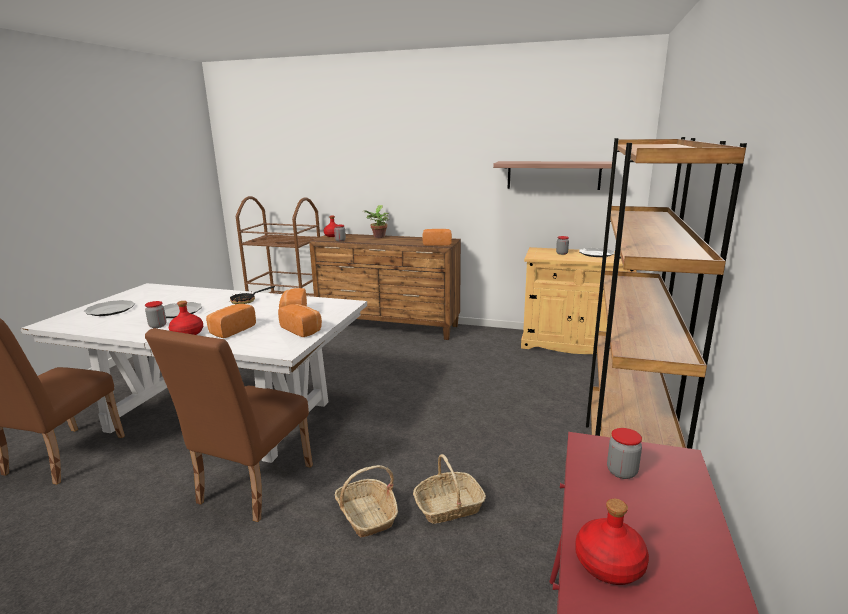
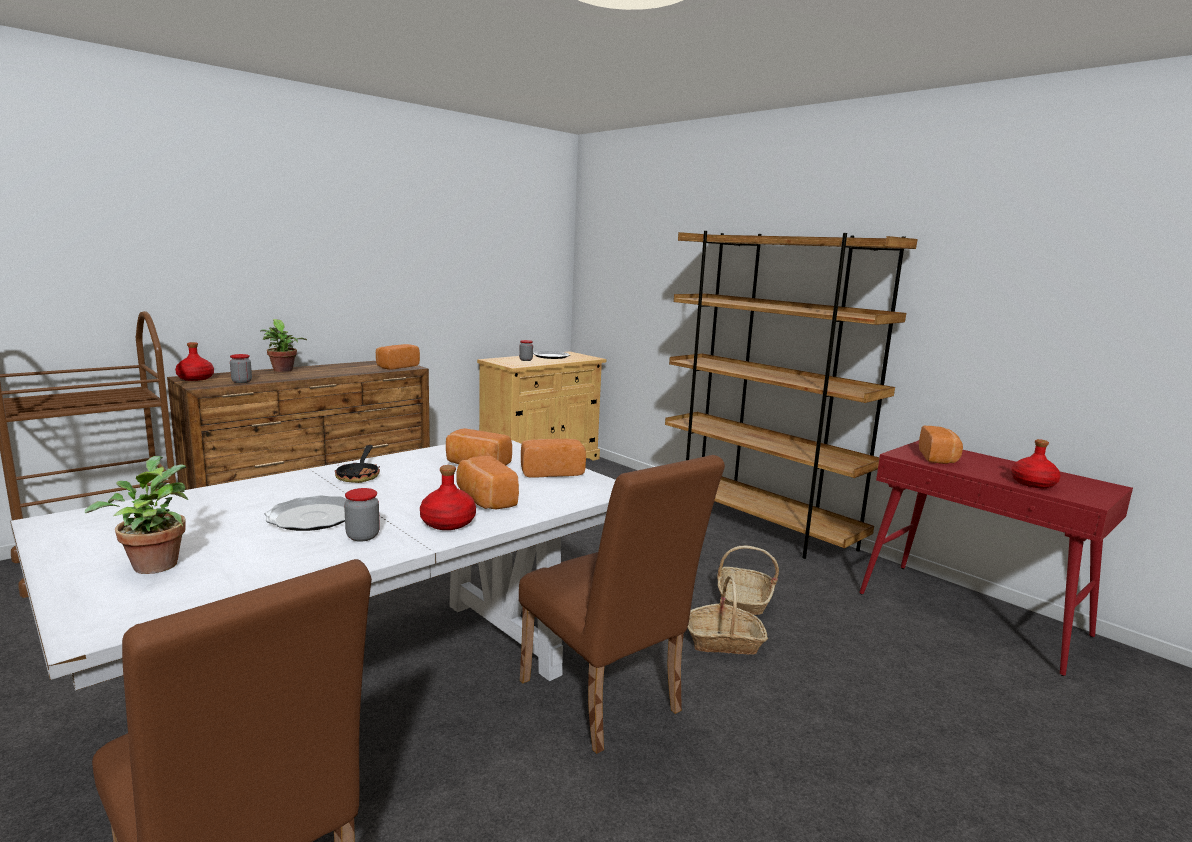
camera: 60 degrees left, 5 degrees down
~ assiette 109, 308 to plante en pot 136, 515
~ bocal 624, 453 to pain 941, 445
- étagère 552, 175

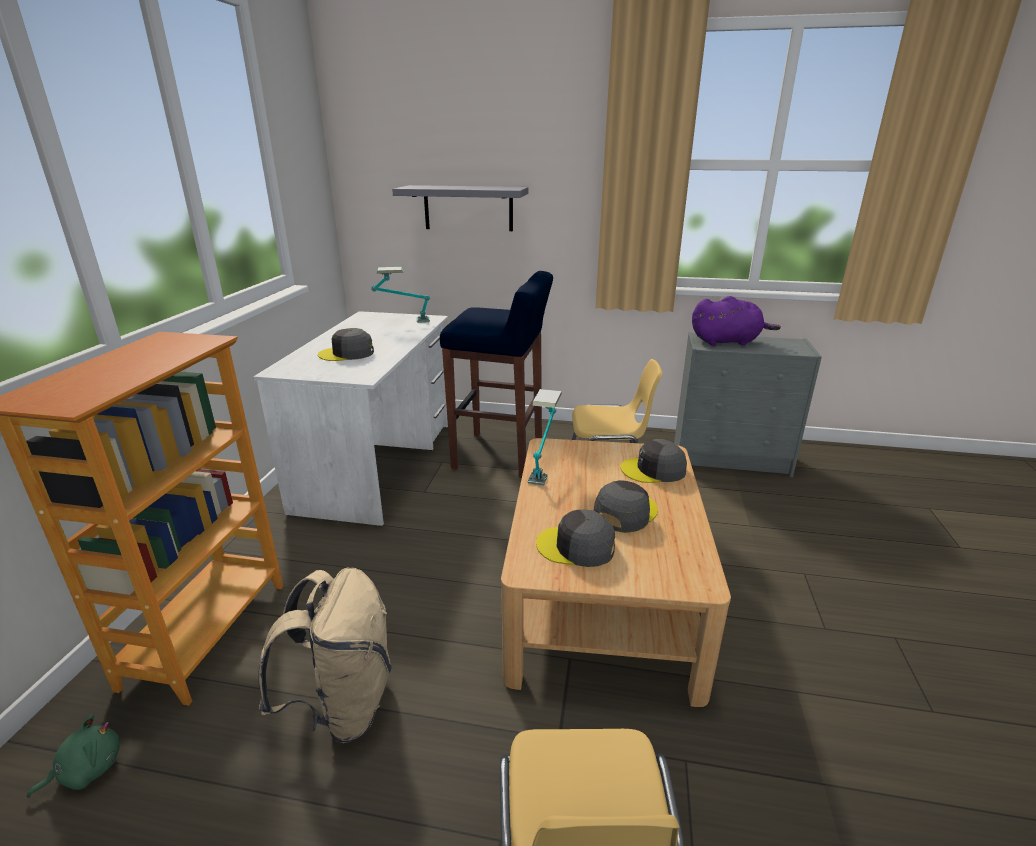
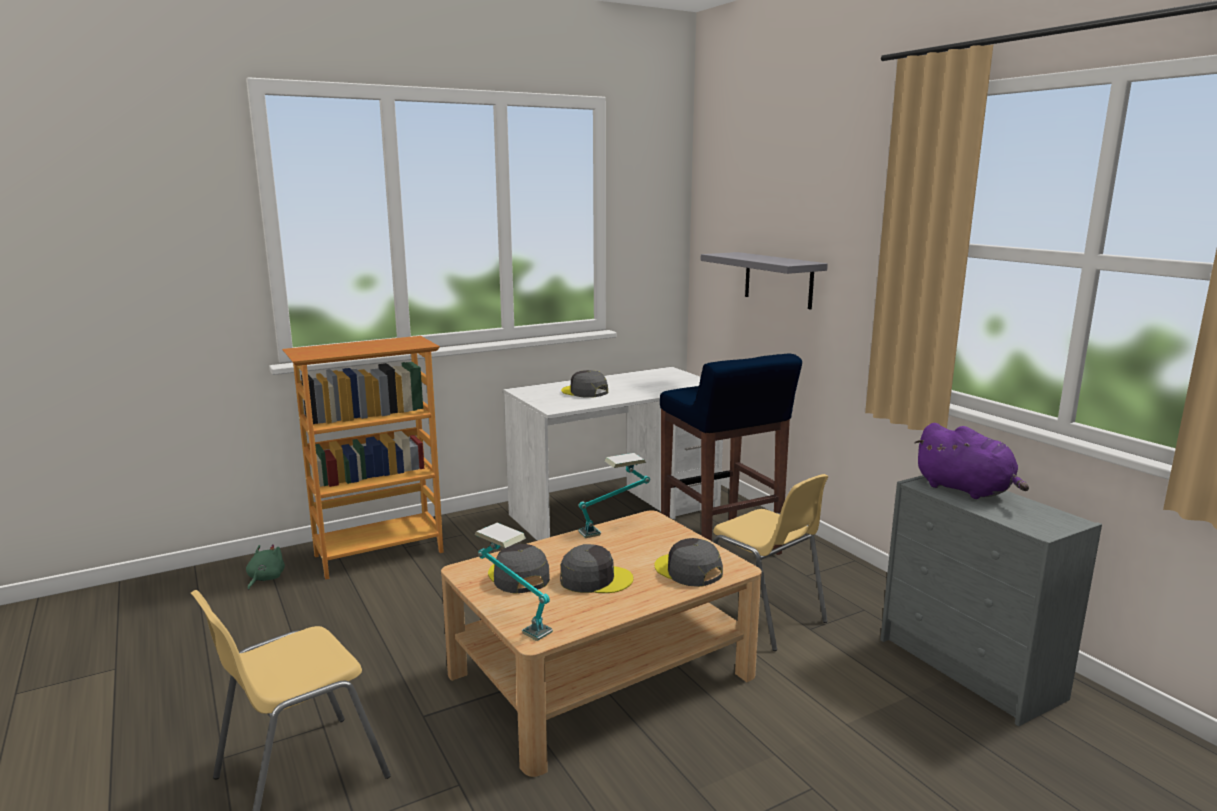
camera: 50 degrees right, 10 degrees down
~ peluche (vert) 73, 756 = 265, 567 90 degrees counterclockwise
~ lampe de table 400, 295 to 514, 582
- sac à dos (beige) 325, 655

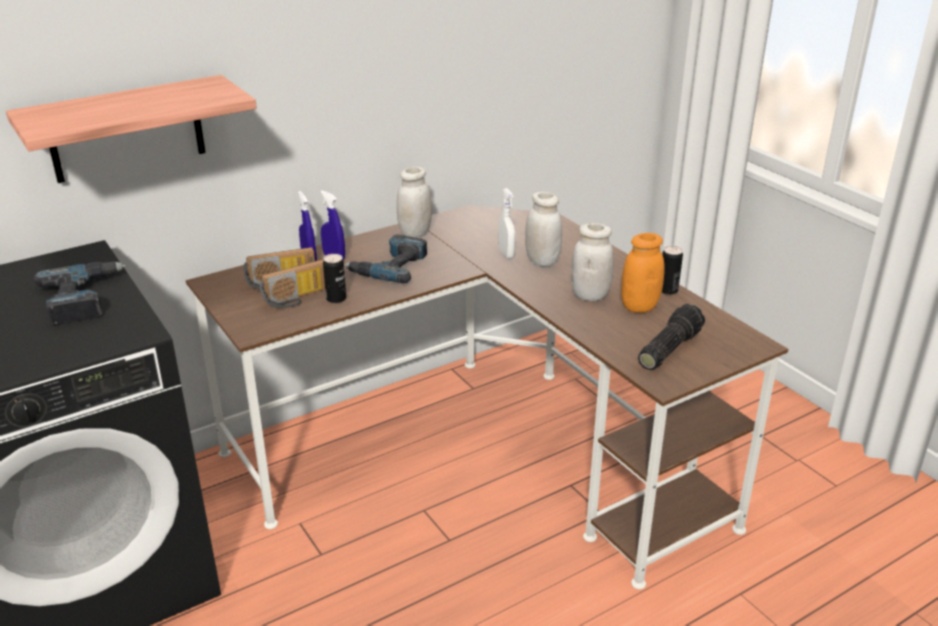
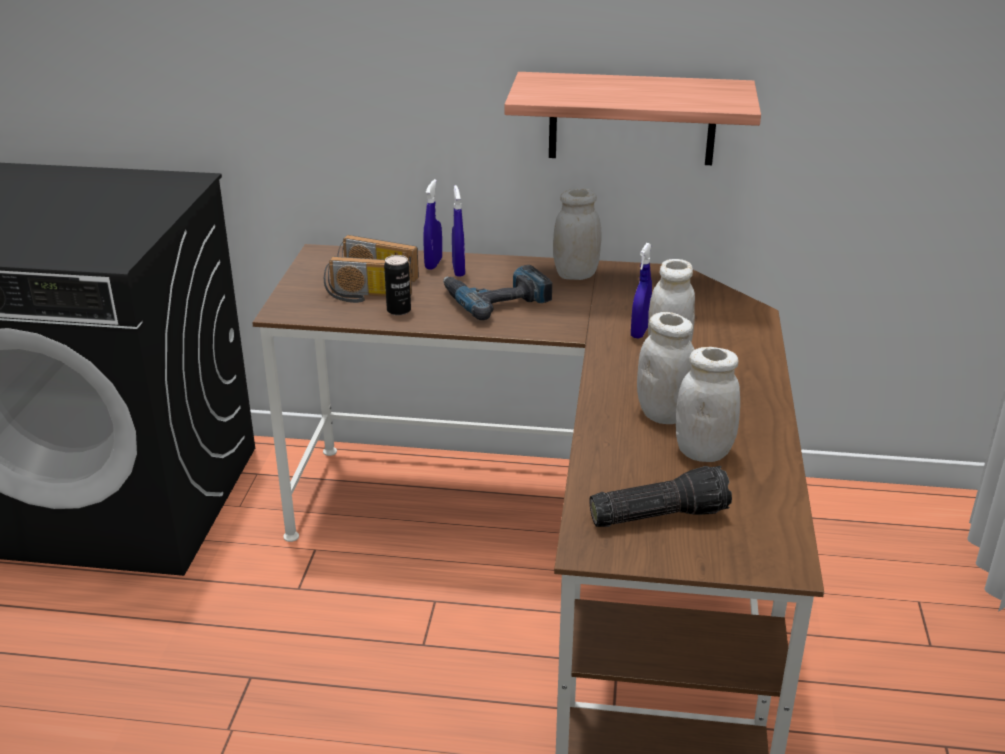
camera: 40 degrees right, 0 degrees up
~ étagère 131, 129 to 632, 118
~ vaporisateur (blanc) 507, 223 to vaporisateur (bleu) 641, 290
~ bocal (orange) 643, 273 to bocal (blanc) 708, 404
- perceuse 80, 293
- boîte métallique 672, 270

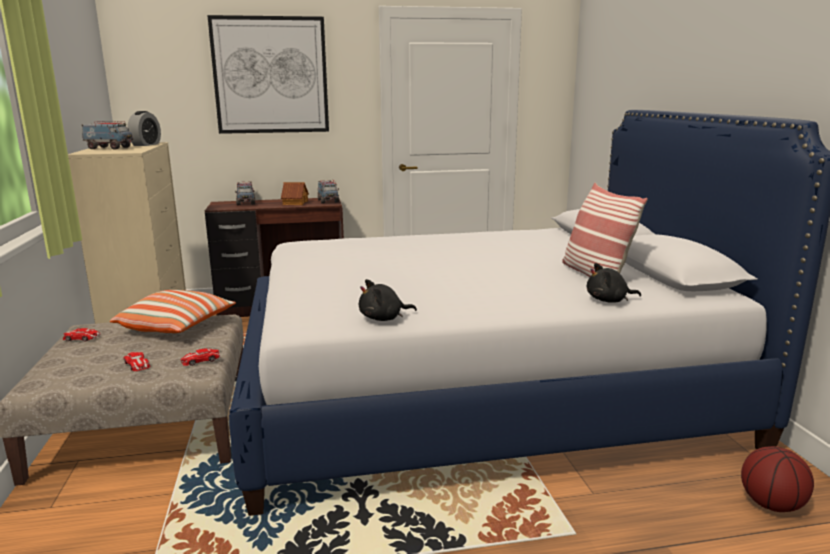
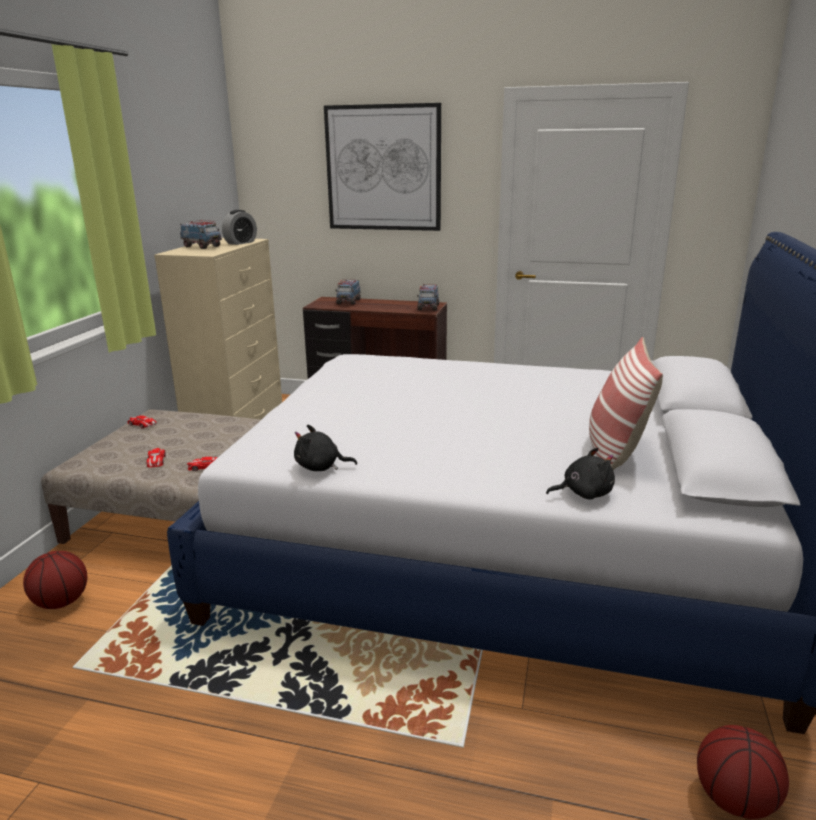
camera: 25 degrees right, 5 degrees up
+ ballon de basket 55, 580
~ peluche (noir) 614, 283 = 580, 473 150 degrees clockwise
- coussin 173, 311
- maison miniature 295, 193

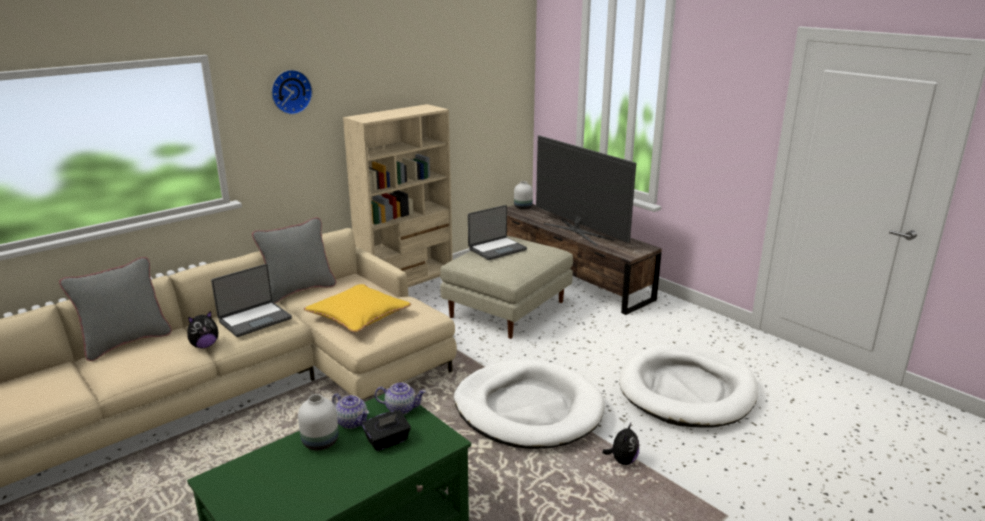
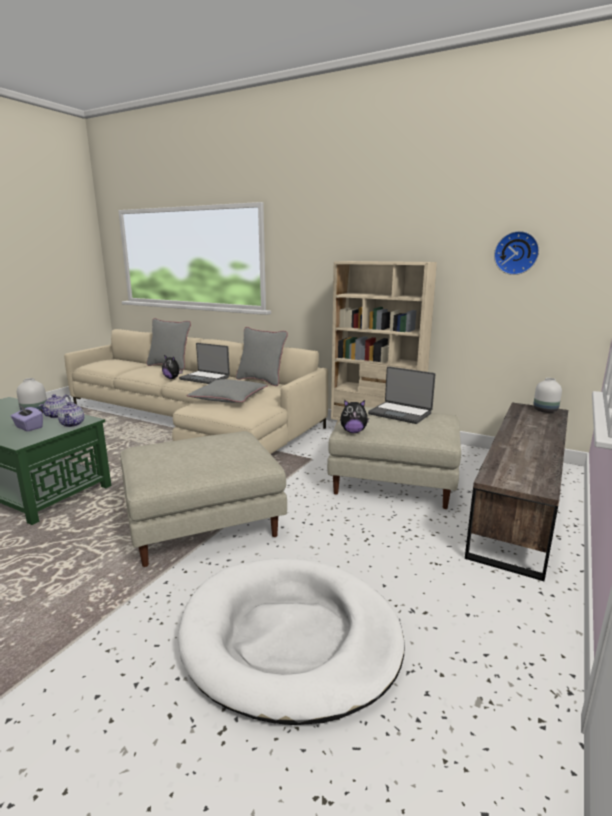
camera: 70 degrees right, 5 degrees down
~ boîte à mouchoirs (noir) 386, 430 to boîte à mouchoirs (violet) 26, 418
~ panier pour chien (blanc) 529, 404 to pouf (beige) 203, 499
~ coussin (jaune) 357, 308 to coussin (gris) 227, 391
~ peluche 620, 444 to 354, 416
~ horloge murale 292, 92 to 516, 253
- téléviseur 586, 190

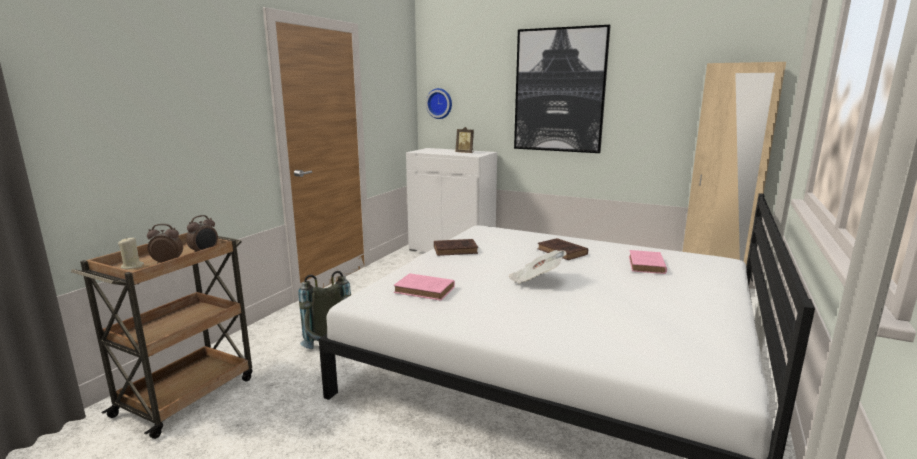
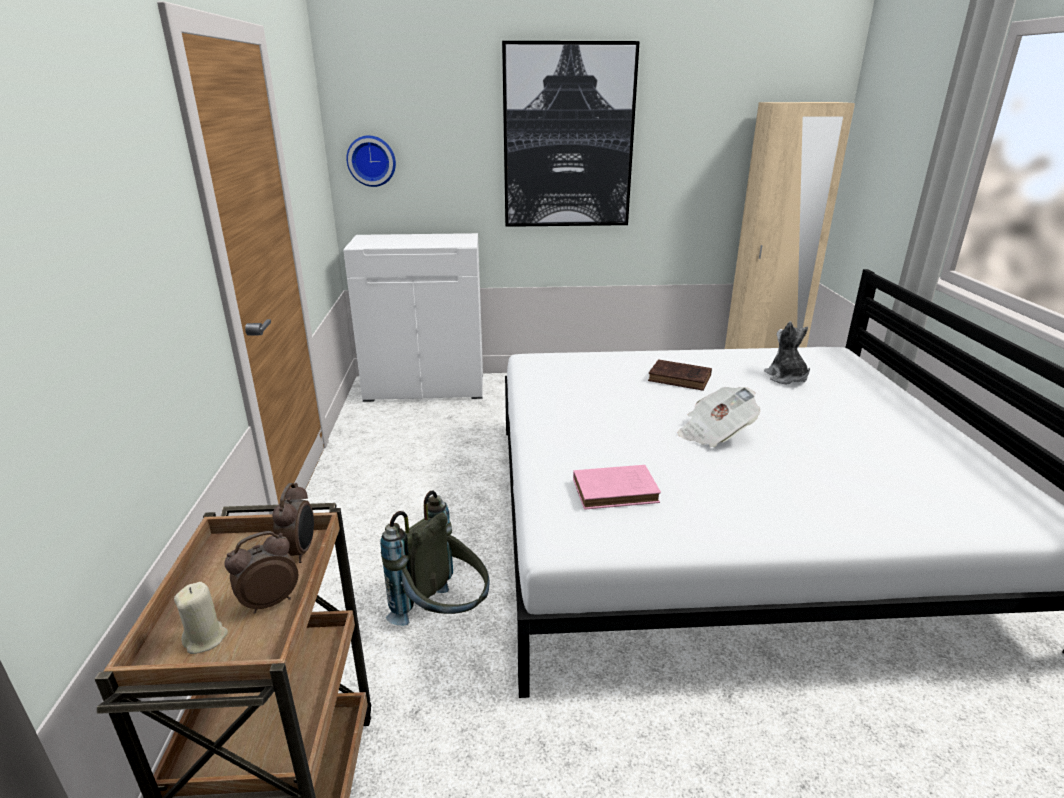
camera: 30 degrees left, 10 degrees up
~ livre (rose) 648, 262 to peluche 787, 352
- livre (marron) 456, 247
- cadre photo 464, 140

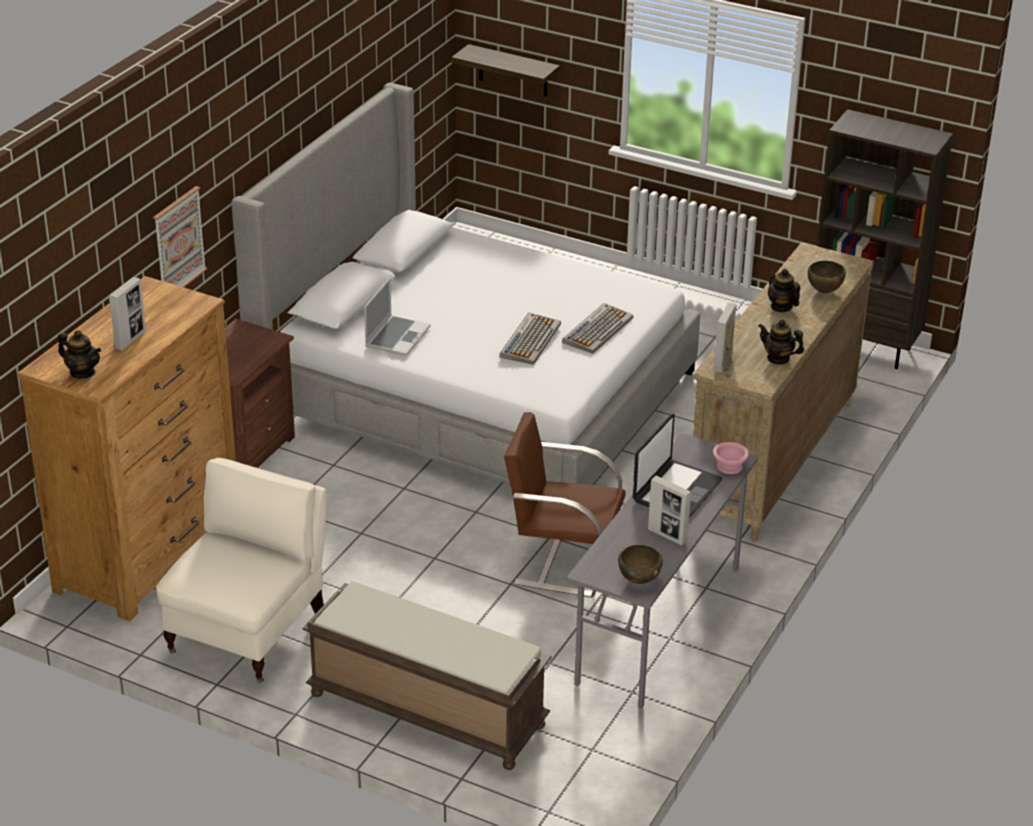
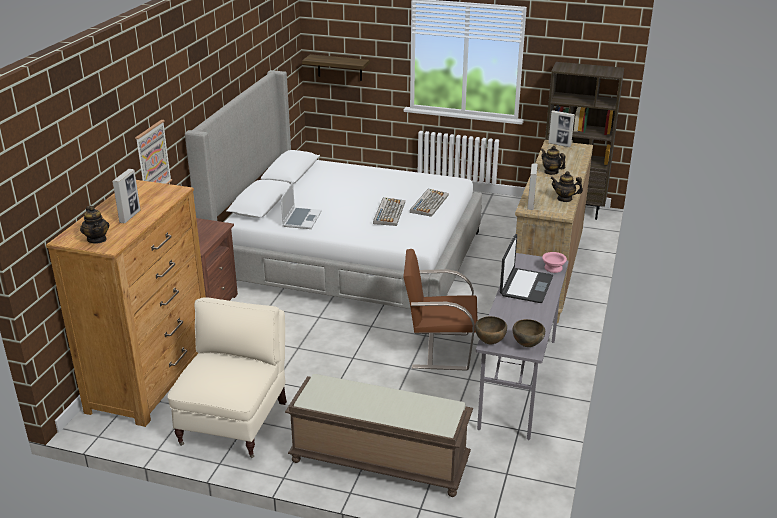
camera: 10 degrees left, 5 degrees down
~ théière 79, 354 = 94, 225 45 degrees clockwise
~ bol (marron) 827, 277 to 491, 330
~ cadre photo 669, 510 to 561, 128

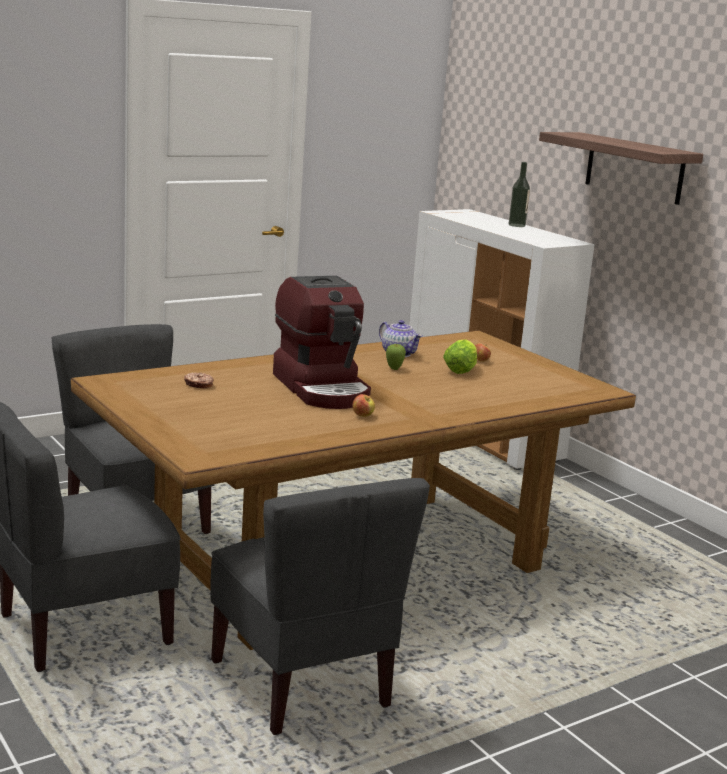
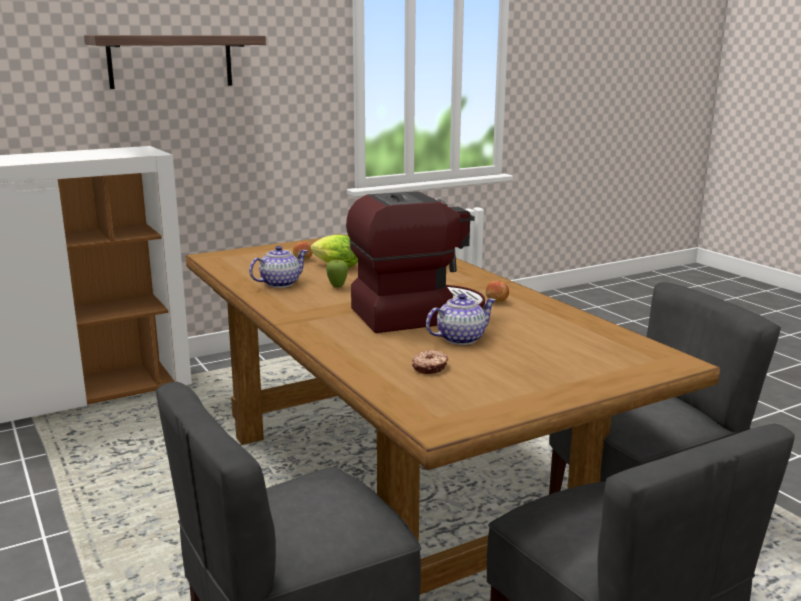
camera: 85 degrees left, 0 degrees up
+ théière 461, 319
- bouteille 519, 194

